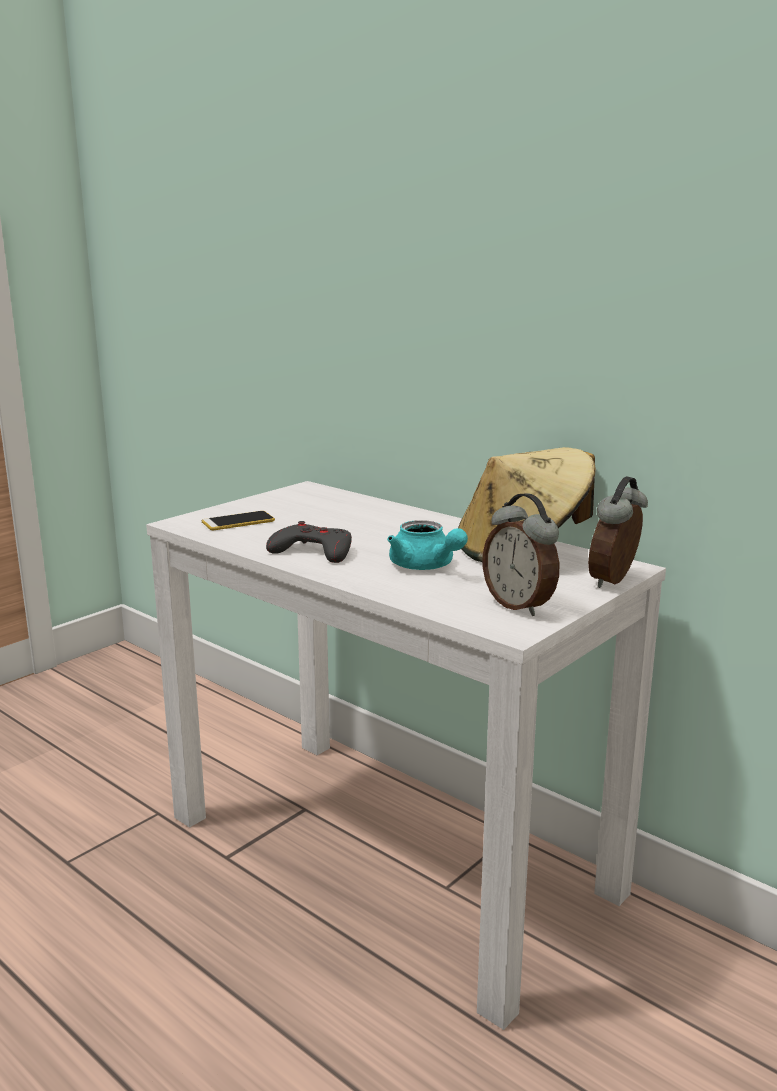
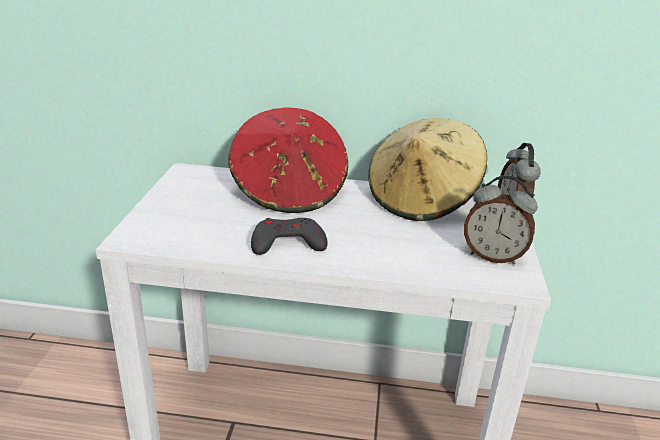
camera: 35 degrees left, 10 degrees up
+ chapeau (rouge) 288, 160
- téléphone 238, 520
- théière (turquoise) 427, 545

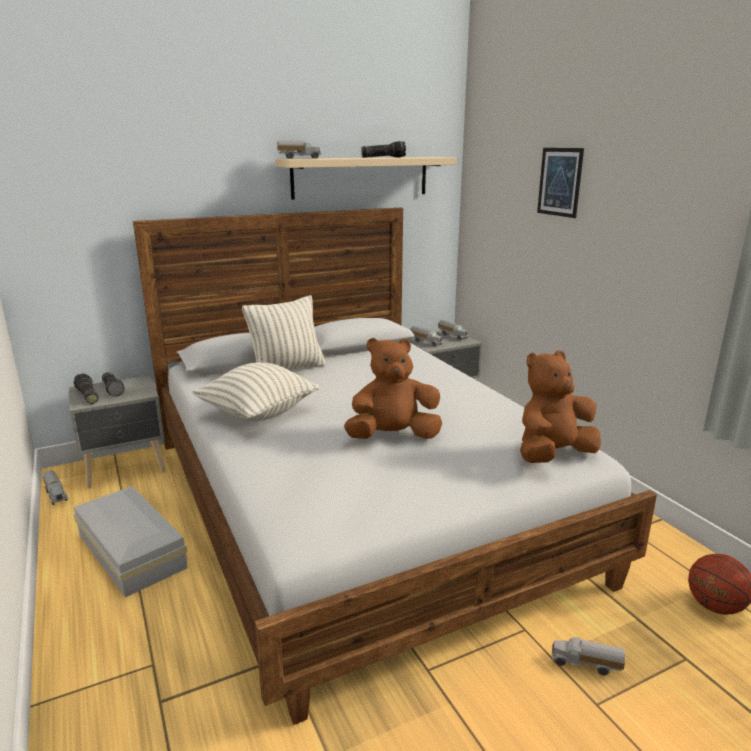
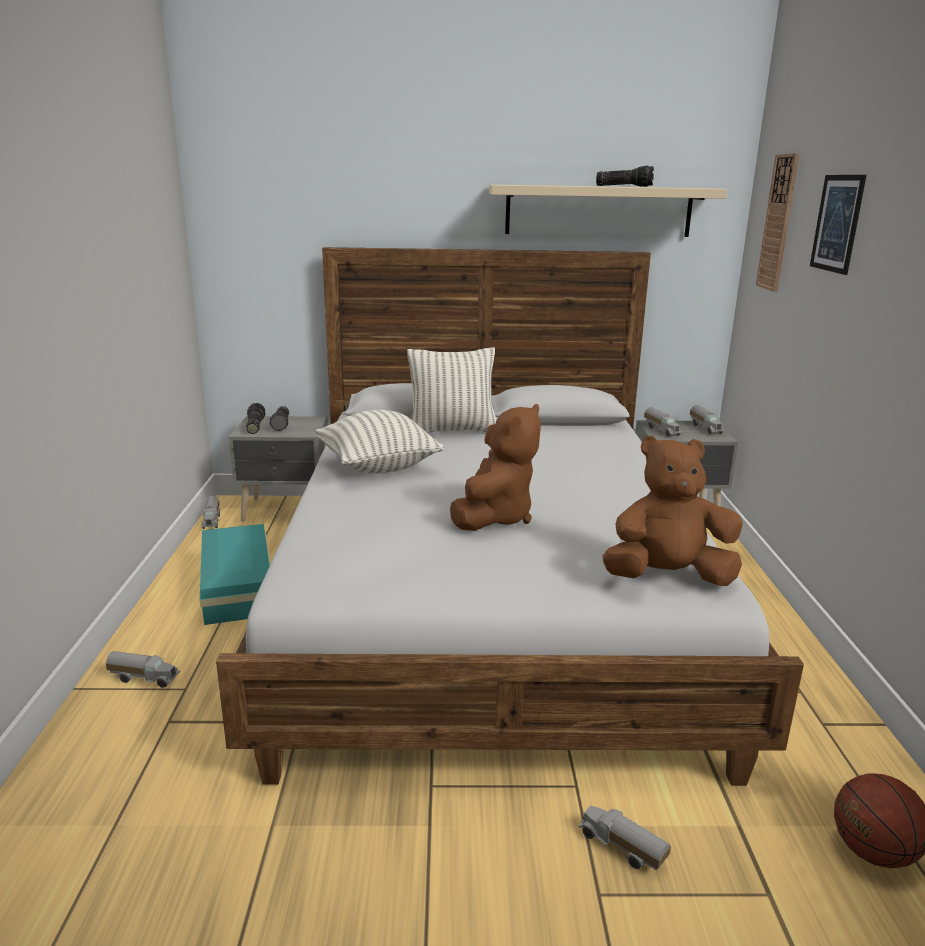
camera: 25 degrees right, 0 degrees up
~ camion jouet 299, 150 to 143, 669
~ boîte de rangement (blanc) 131, 541 to boîte de rangement (turquoise) 235, 574
~ peluche (marron) 393, 388 = 495, 467 105 degrees clockwise
+ horloge murale 778, 222

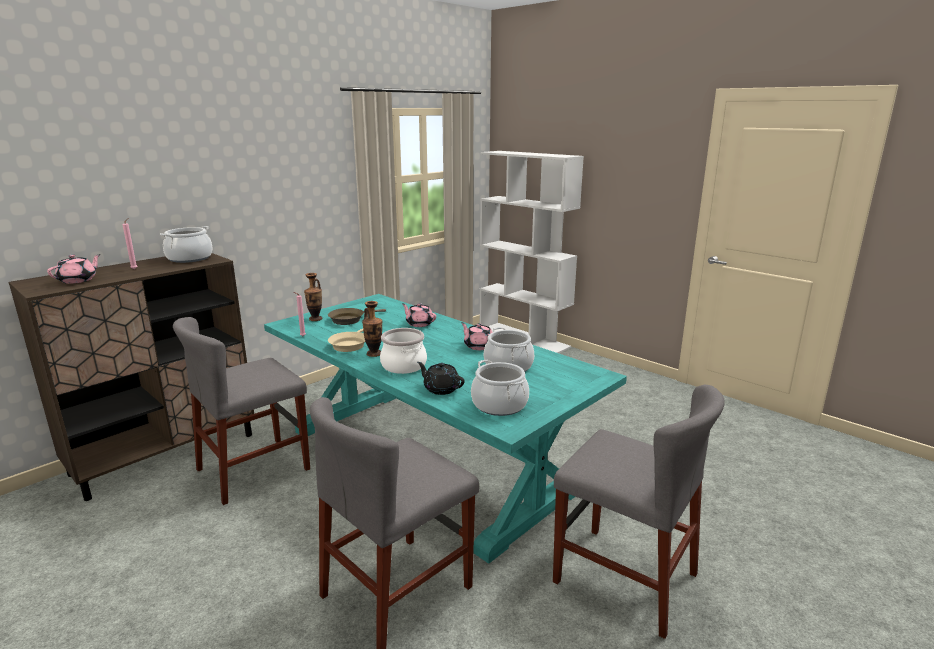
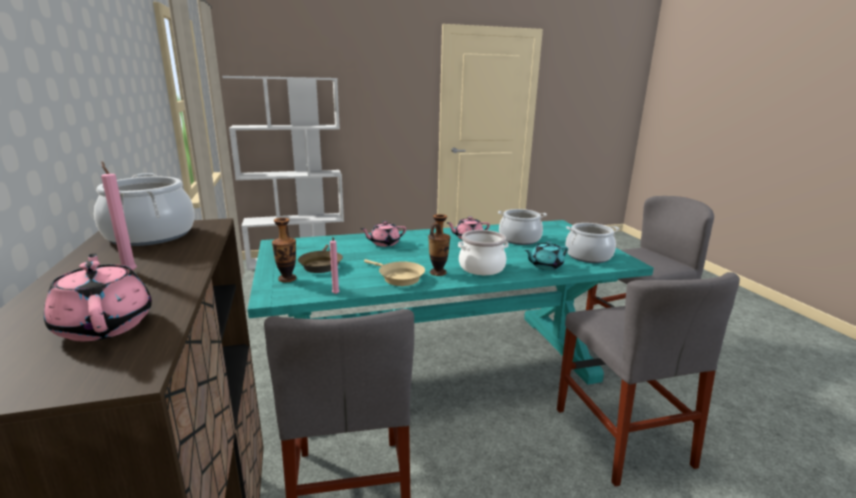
camera: 60 degrees left, 0 degrees up
~ théière (noir) 441, 378 to théière (turquoise) 546, 255

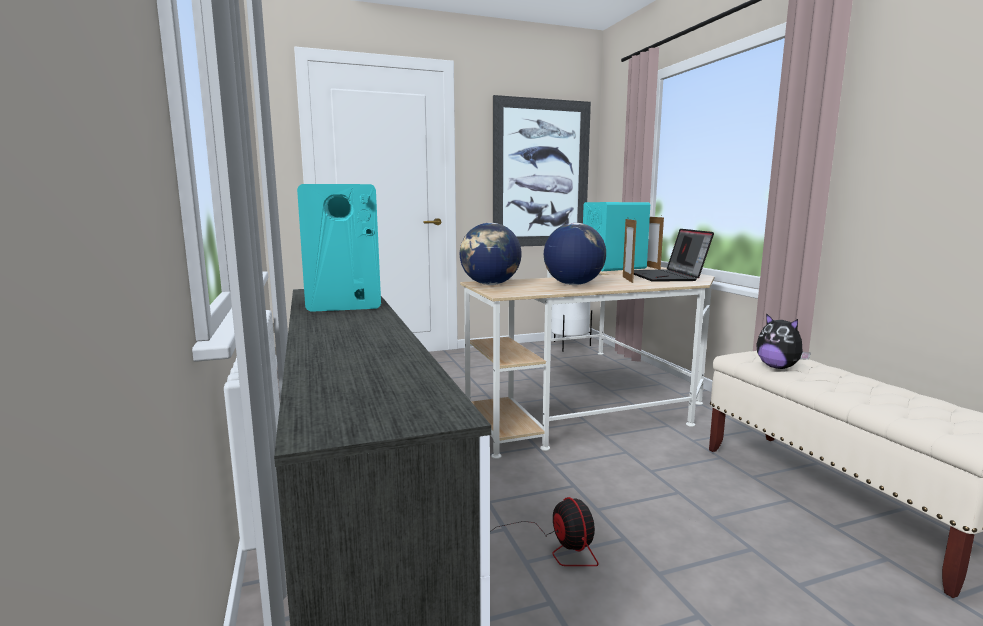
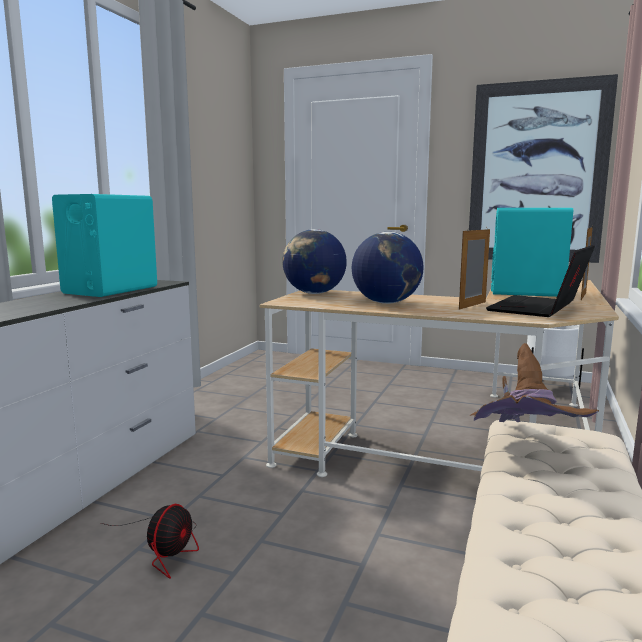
camera: 40 degrees right, 0 degrees up
~ peluche 783, 341 to chapeau (marron) 534, 382

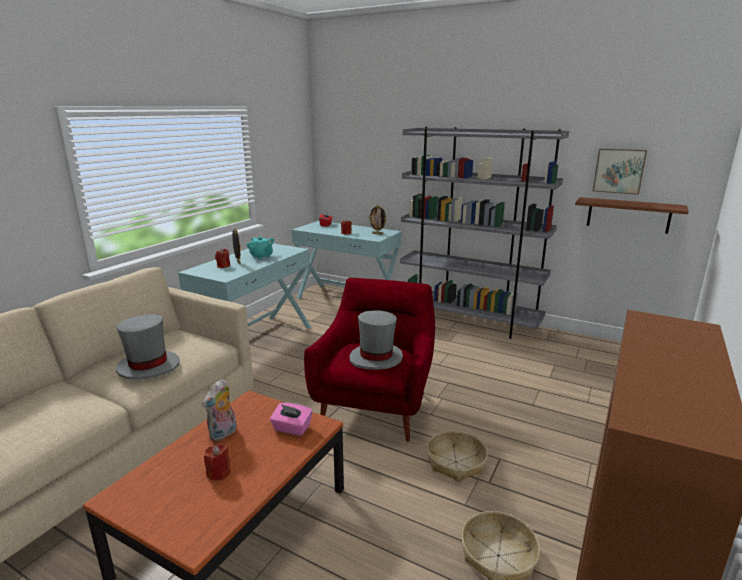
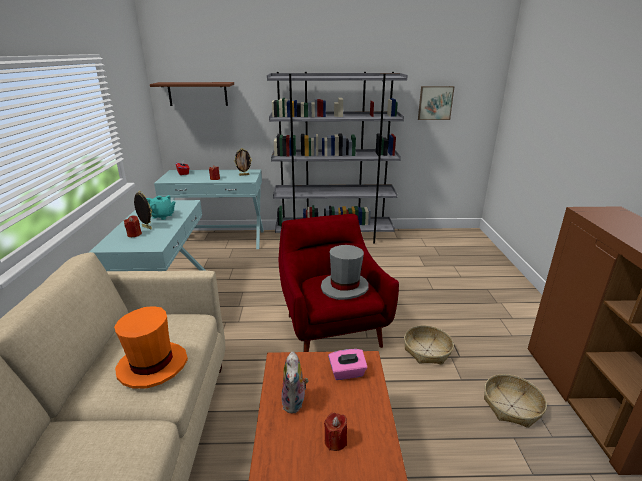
camera: 30 degrees left, 5 degrees up
~ chapeau (gris) 148, 347 to chapeau (orange) 151, 347
~ étagère (marron) 632, 215 to 192, 94

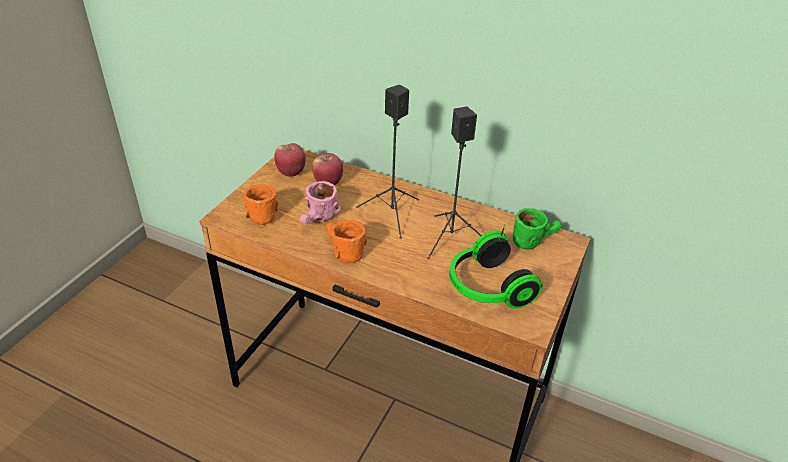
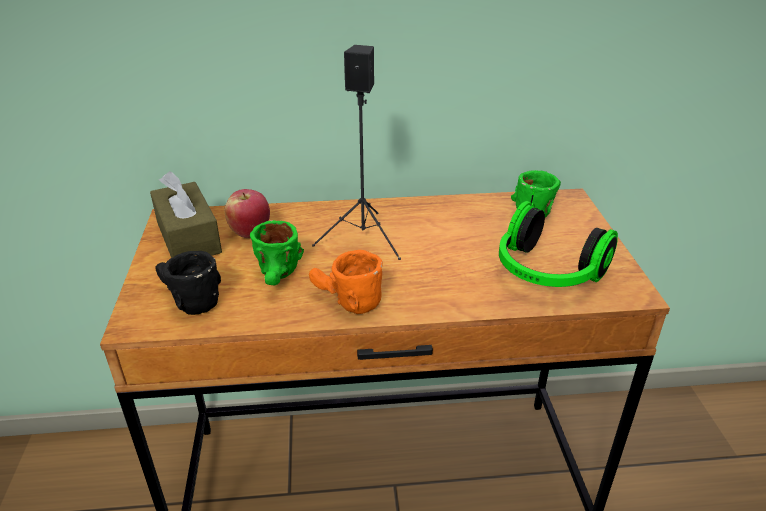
camera: 30 degrees left, 5 degrees down
~ pomme 290, 159 to boîte à mouchoirs (marron) 186, 214
~ mug (orange) 261, 204 to mug (noir) 188, 283
~ mug (rose) 320, 202 to mug (vert) 277, 253
- enceinte (noir) 454, 182

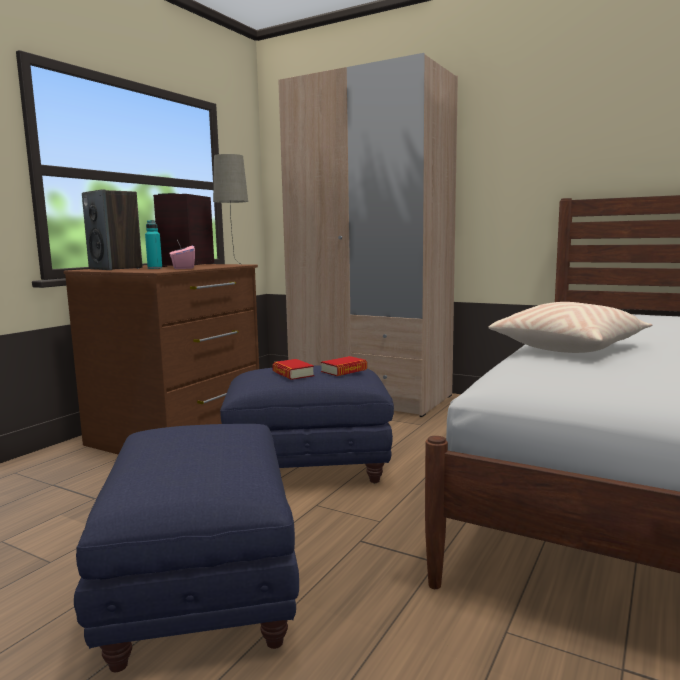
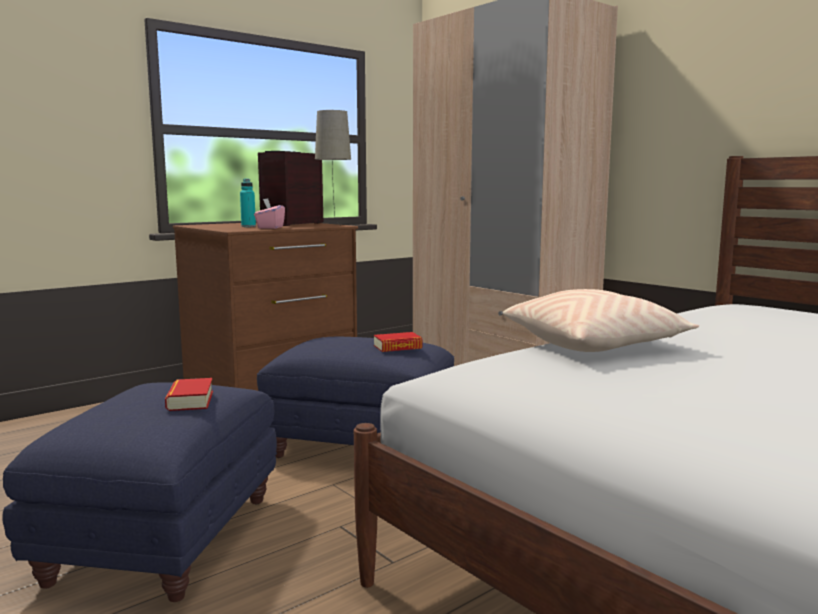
camera: 20 degrees right, 0 degrees up
~ livre 293, 369 to 189, 394
- enceinte 112, 229

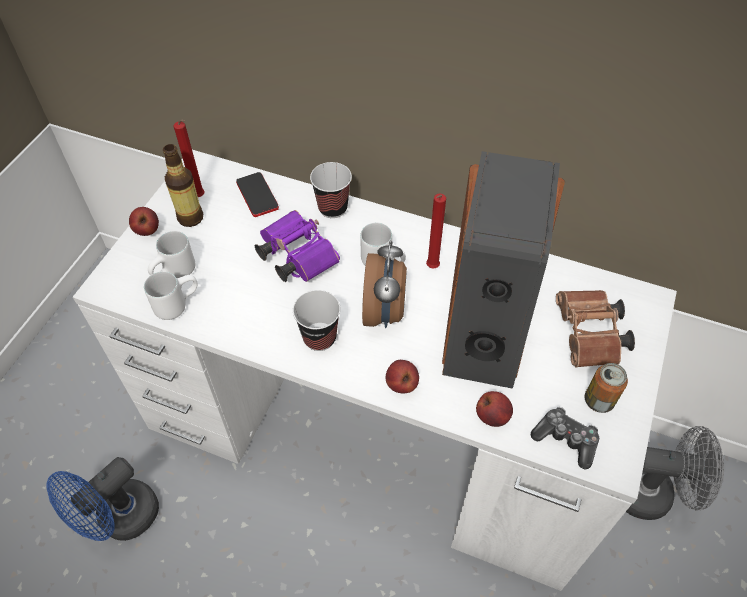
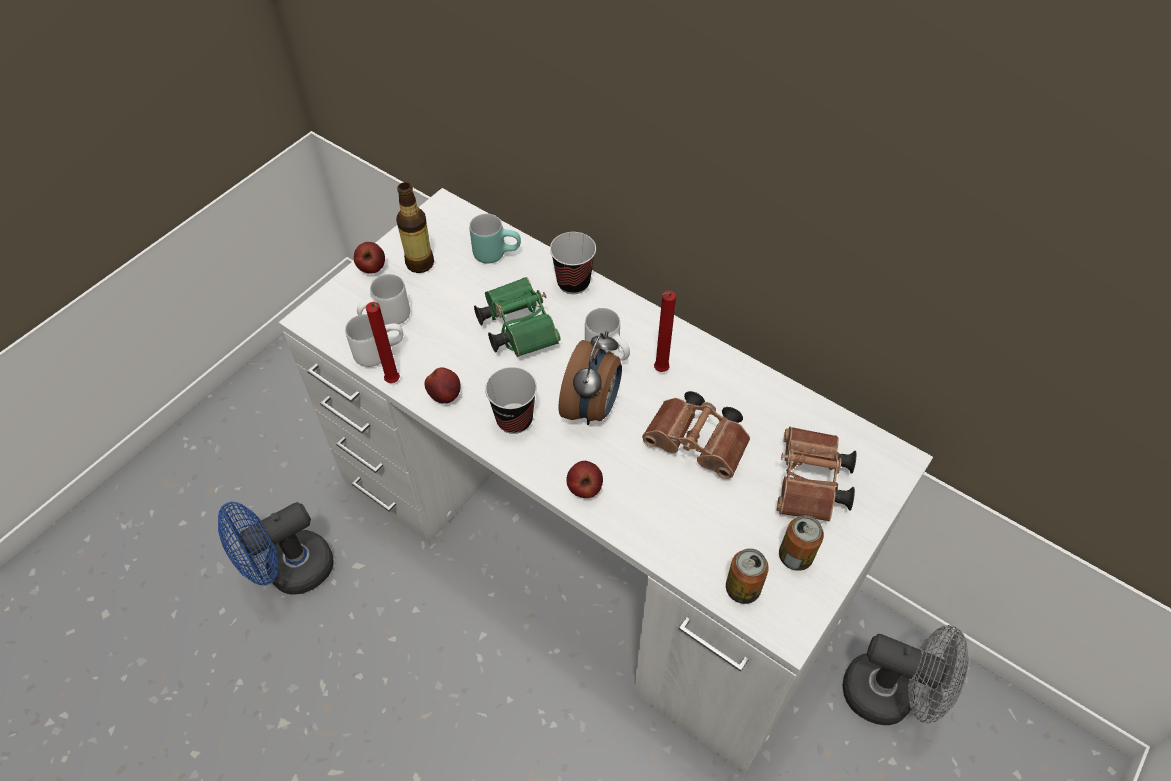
camera: 15 degrees right, 0 degrees up
~ bougie (rouge) 189, 158 to 383, 342
~ pomme 494, 409 to 442, 385
~ téléphone 257, 194 to mug (turquoise) 495, 239
~ jumelles (violet) 297, 246 to jumelles (vert) 517, 317
~ enceinte 503, 270 to jumelles (marron) 696, 435
~ manette 565, 438 to boîte métallique 747, 576

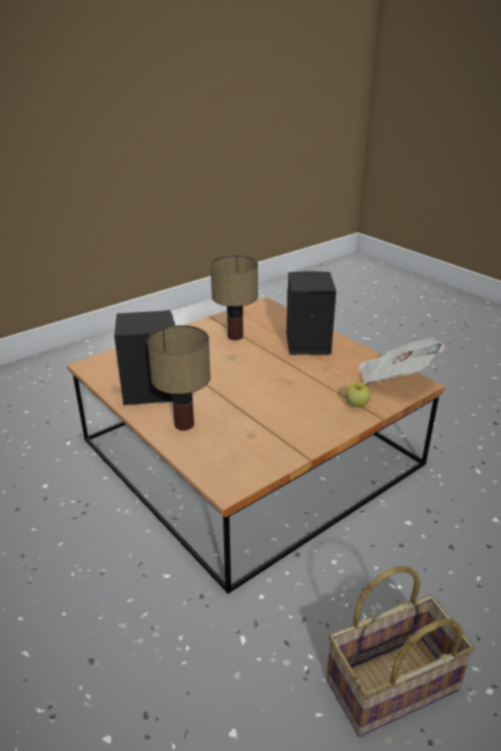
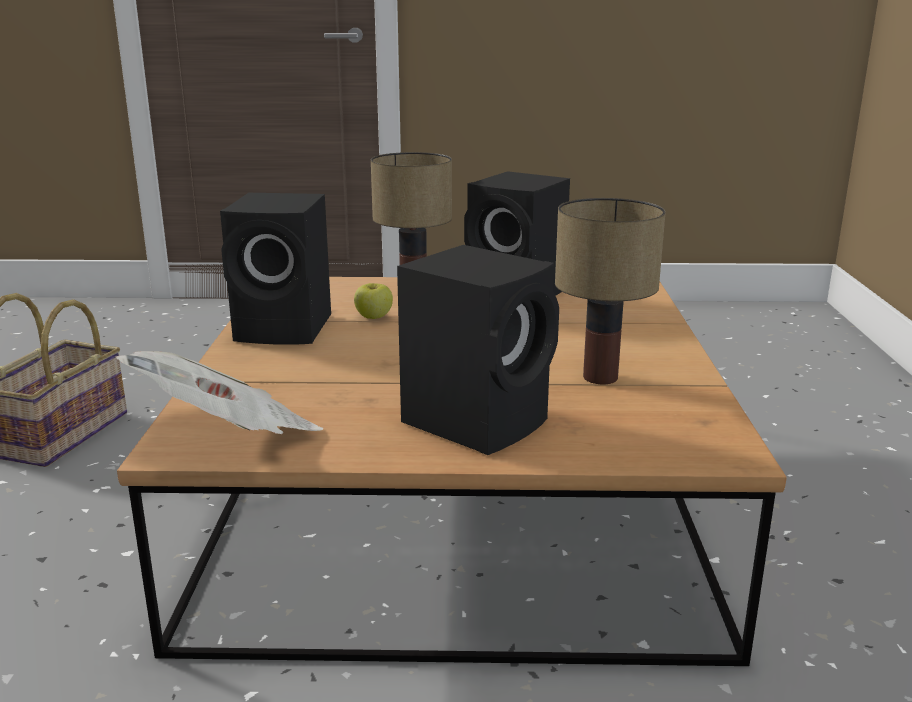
camera: 130 degrees right, 10 degrees down
+ enceinte (noir) 275, 269
~ pomme 358, 395 to 373, 301

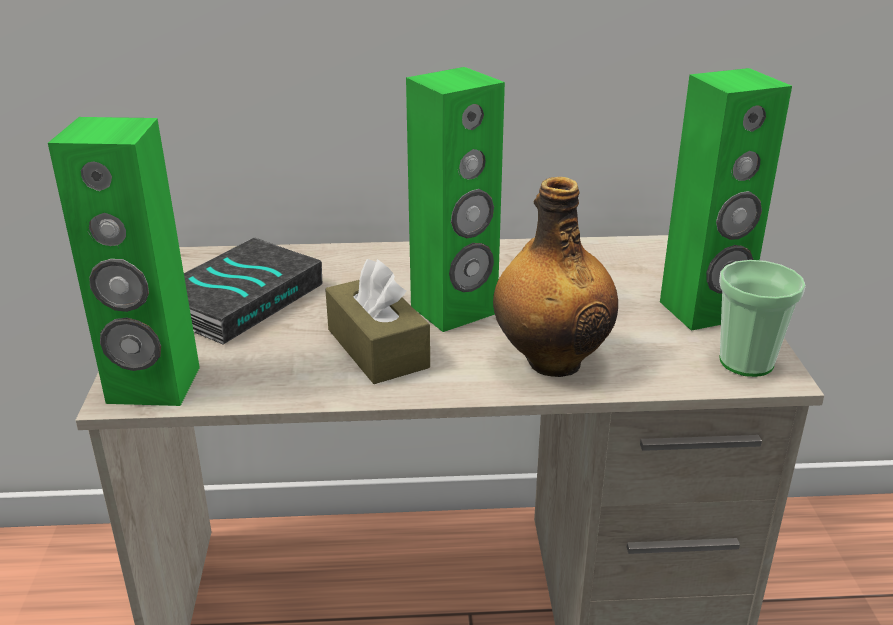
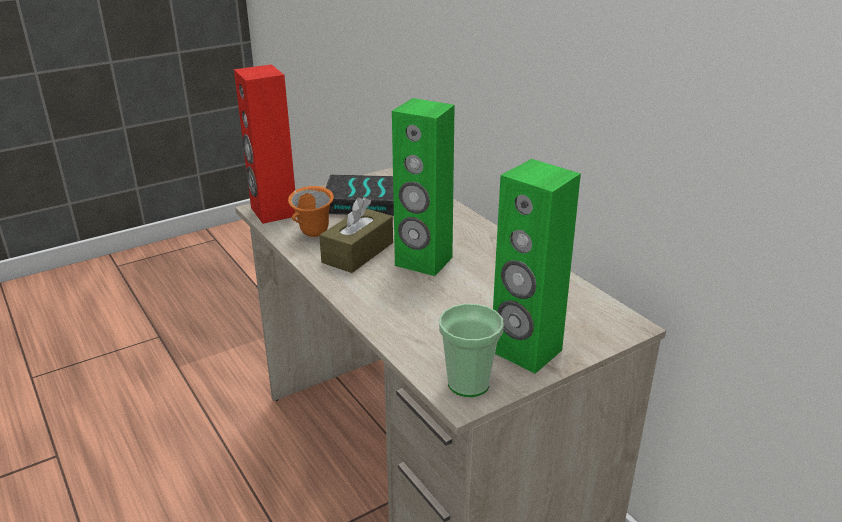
camera: 60 degrees right, 0 degrees up
~ enceinte (vert) 124, 261 to enceinte (rouge) 264, 144
+ mug (orange) 311, 211
- bouteille 555, 277

